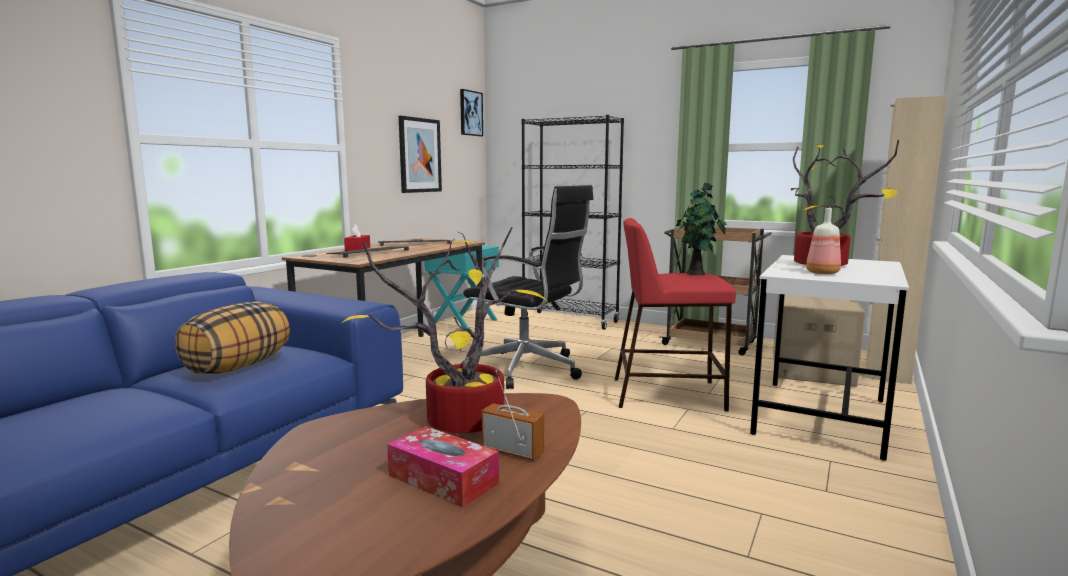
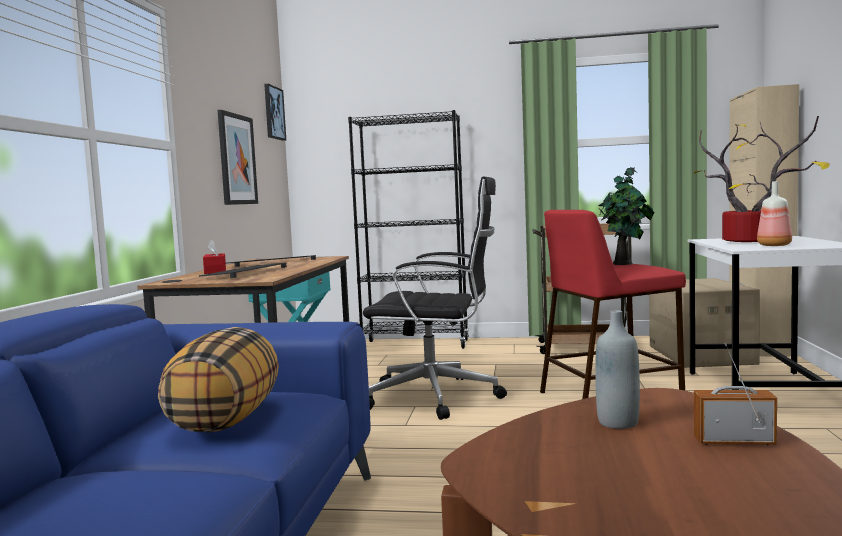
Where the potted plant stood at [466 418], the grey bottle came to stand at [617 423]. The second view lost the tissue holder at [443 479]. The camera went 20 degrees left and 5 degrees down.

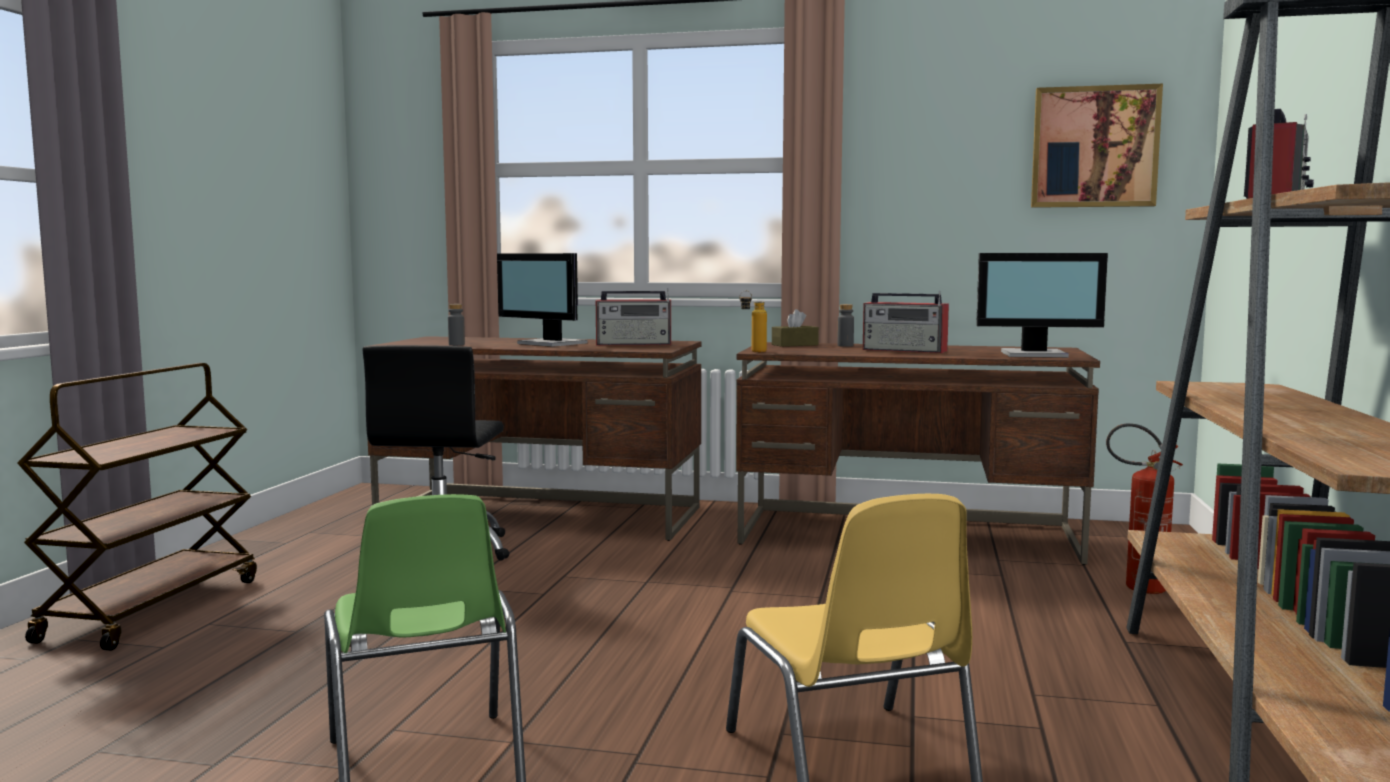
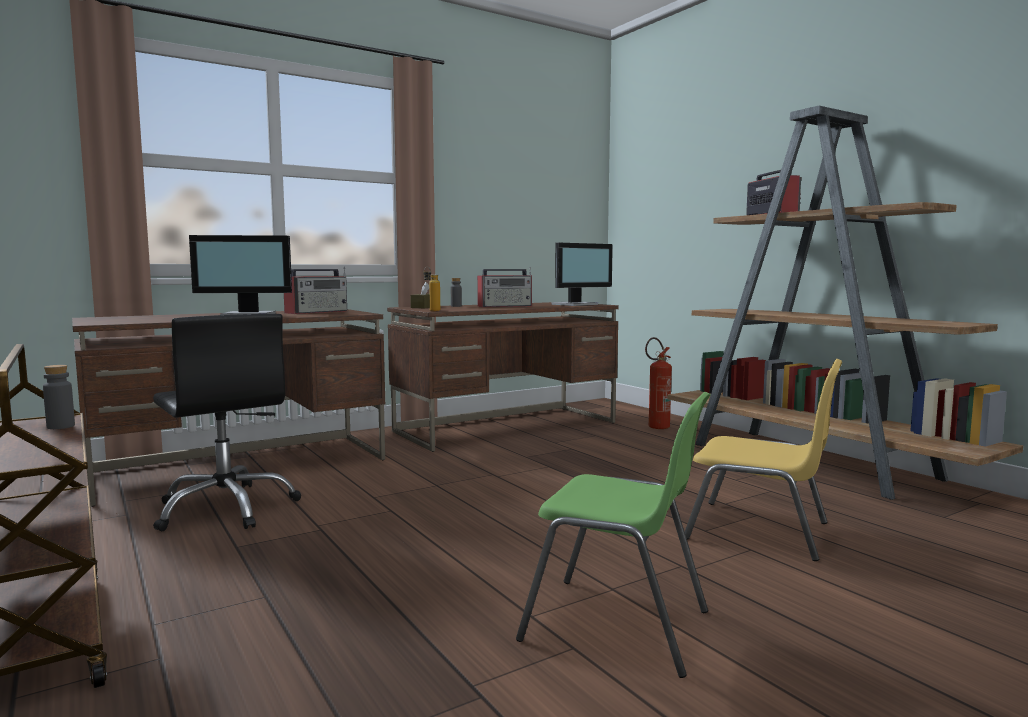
The second view lost the wall art at [1094 147]. The grey bottle ended up elsewhere, having gone from [456 345] to [61 426]. The camera went 45 degrees left and 0 degrees up.

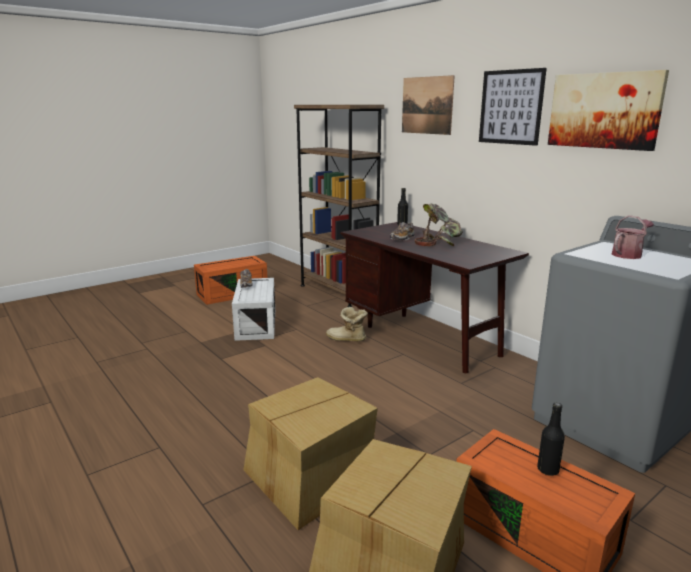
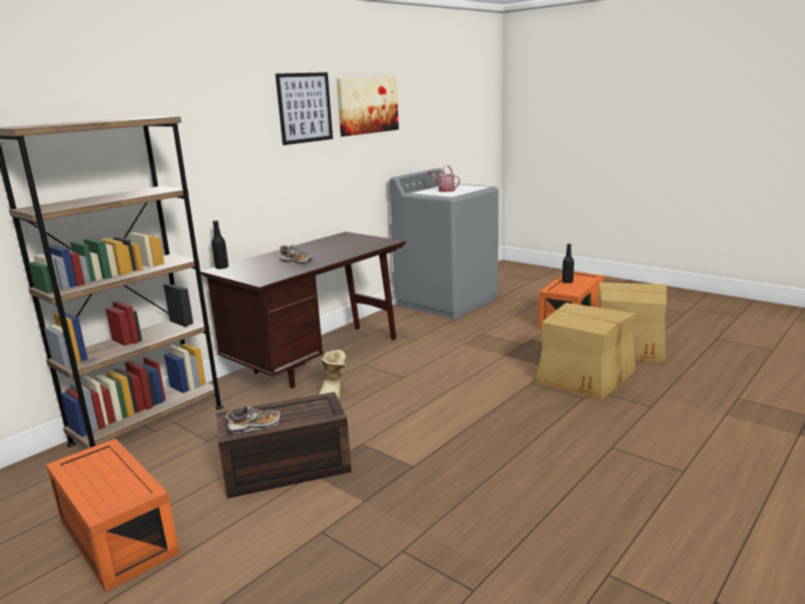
The second view lost the wall art at [427 105]. The second view lost the potted plant at [439 242]. What was the whitish storage bin at [255 324] turned into the brown-coloured storage bin at [285 469]. The camera went 100 degrees left and 0 degrees up.

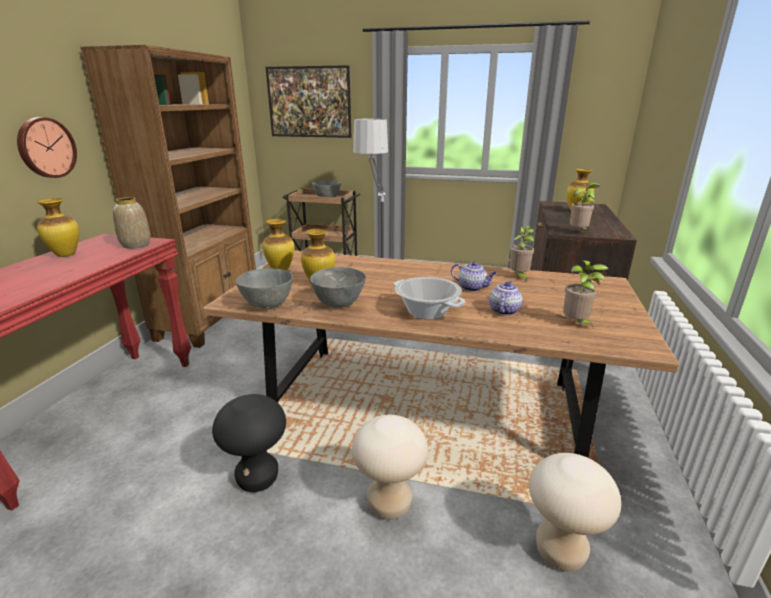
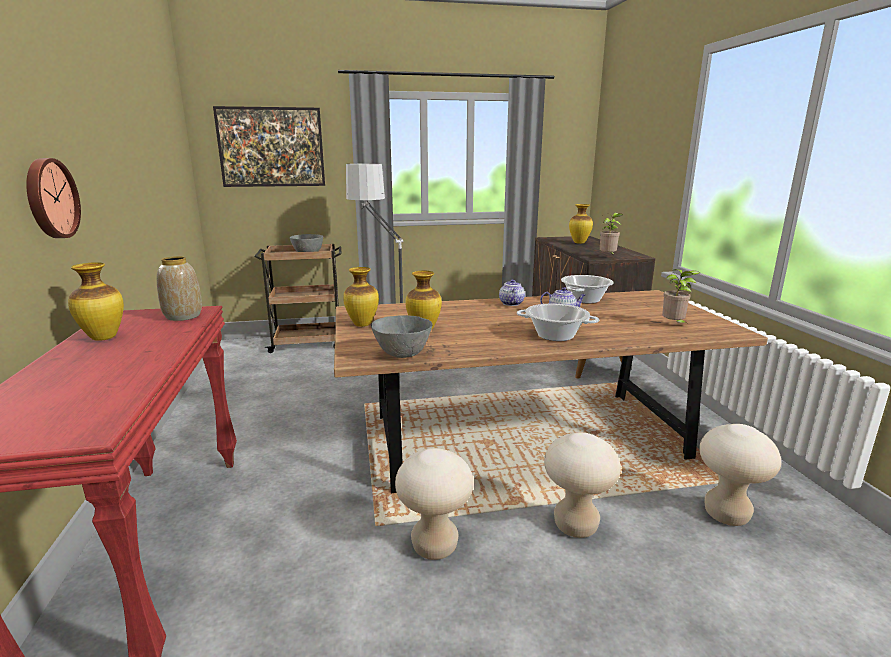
The second view lost the brown-coloured shelving unit at [210 319]. Where the potted plant stood at [519 277], the saucepot came to stand at [585 300]. The second view lost the grey serving bowl at [338 304]. The pot for tea ended up elsewhere, having gone from [503 310] to [511 303]. What was the black sitting stool at [258 479] turned into the sand-coloured sitting stool at [434 546]. The camera went 25 degrees left and 5 degrees down.

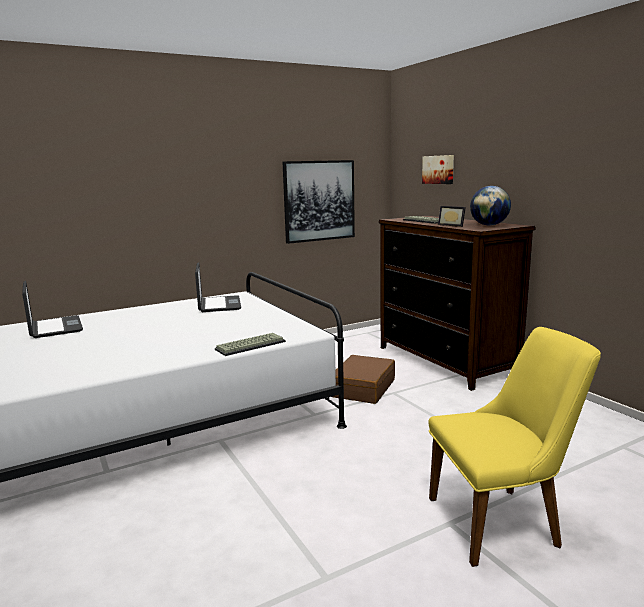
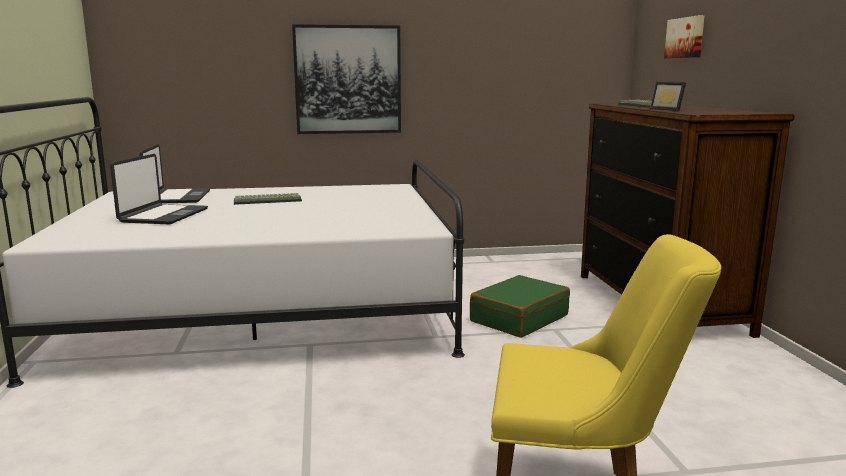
The wall art ended up elsewhere, having gone from [319 201] to [348 80]. The second view lost the globe at [489 225]. The notebook computer ended up elsewhere, having gone from [218 305] to [163 216]. The computer keyboard ended up elsewhere, having gone from [250 345] to [268 200]. What was the brown-coloured suitcase at [362 388] turned into the green-coloured suitcase at [519 318]. The camera went 20 degrees right and 0 degrees up.

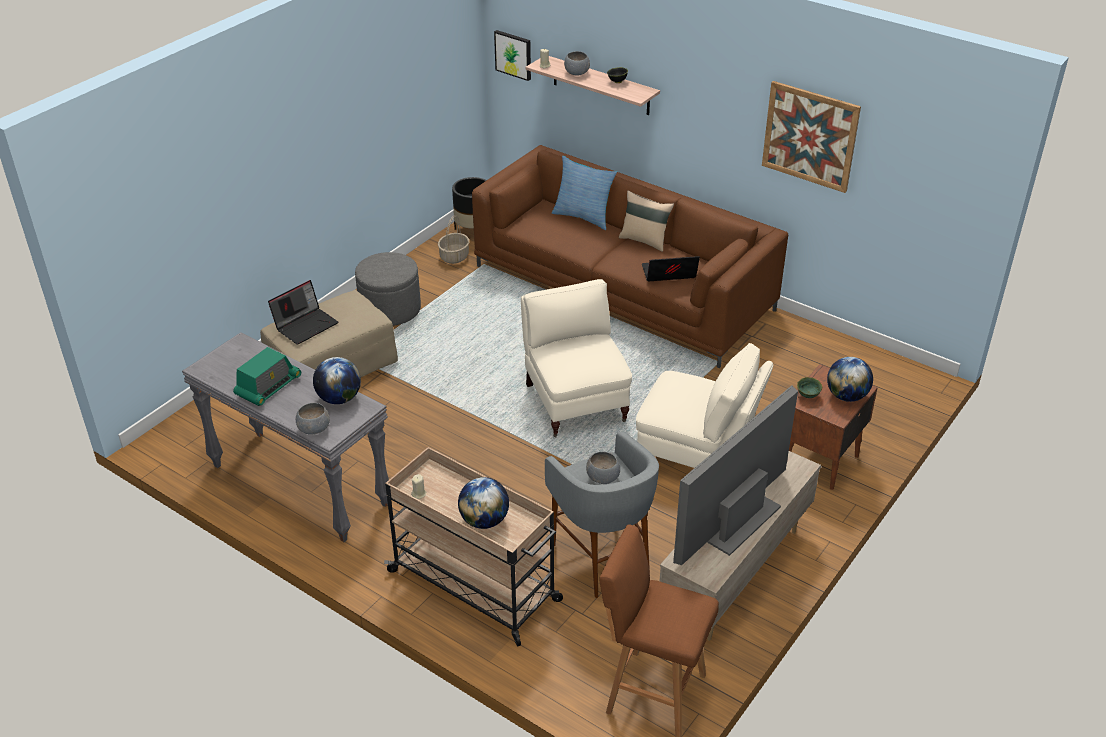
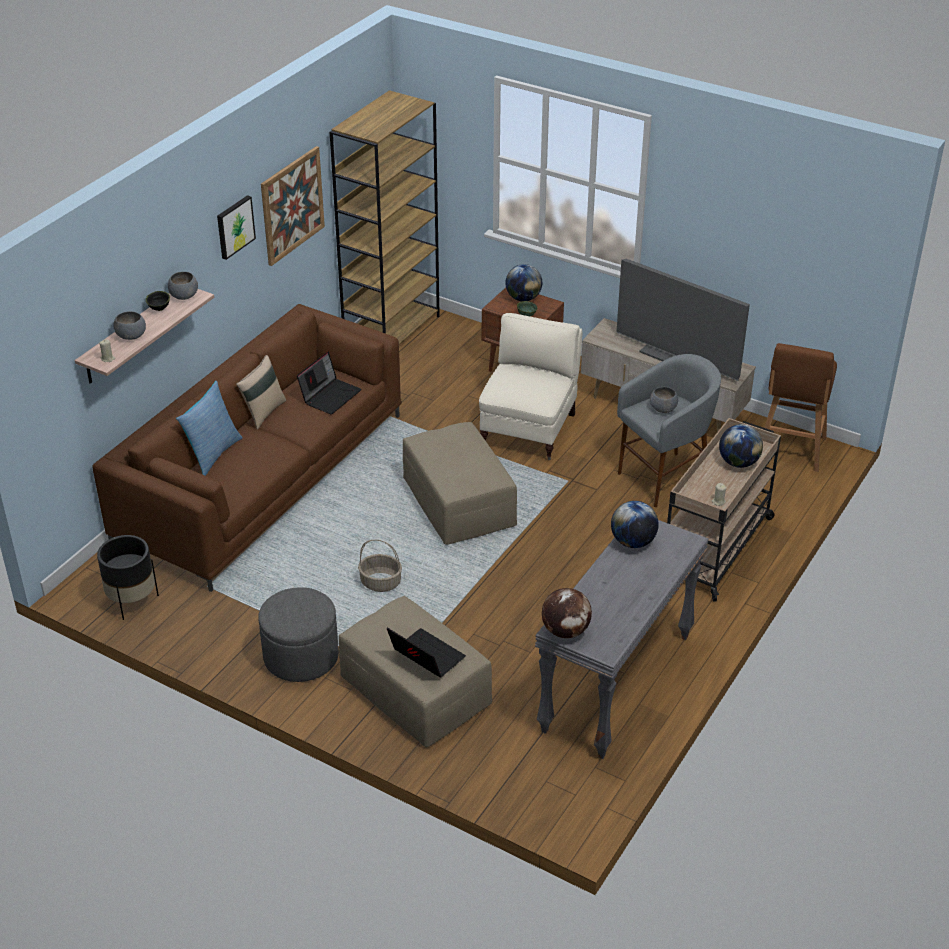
The wall art ended up elsewhere, having gone from [513 54] to [234 226]. The basket ended up elsewhere, having gone from [454 256] to [380 583]. The notebook computer at [668 274] ended up facing another way, 135 degrees counterclockwise from before. Where the sand-coloured easy chair stood at [575 401], the sand-coloured pouffe came to stand at [459 502]. The second view lost the radio set at [268 387]. The grey serving bowl ended up elsewhere, having gone from [313 428] to [183 296]. The second view gained the brown-coloured shelving unit at [392 332]. The second view gained the globe at [566 631]. The camera went 95 degrees left and 0 degrees up.

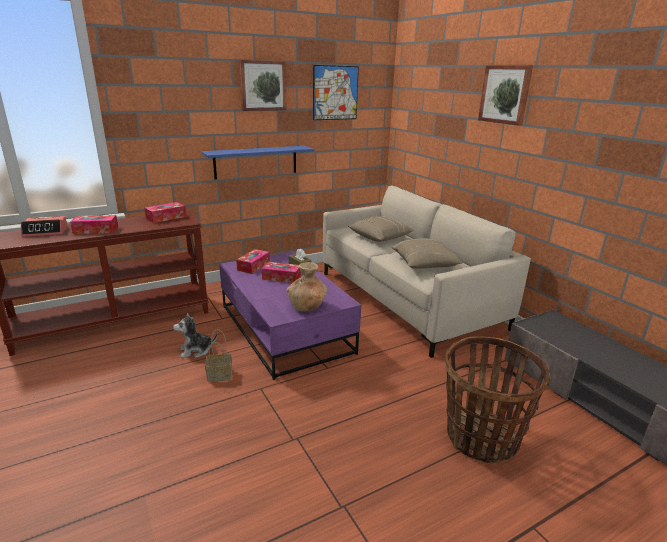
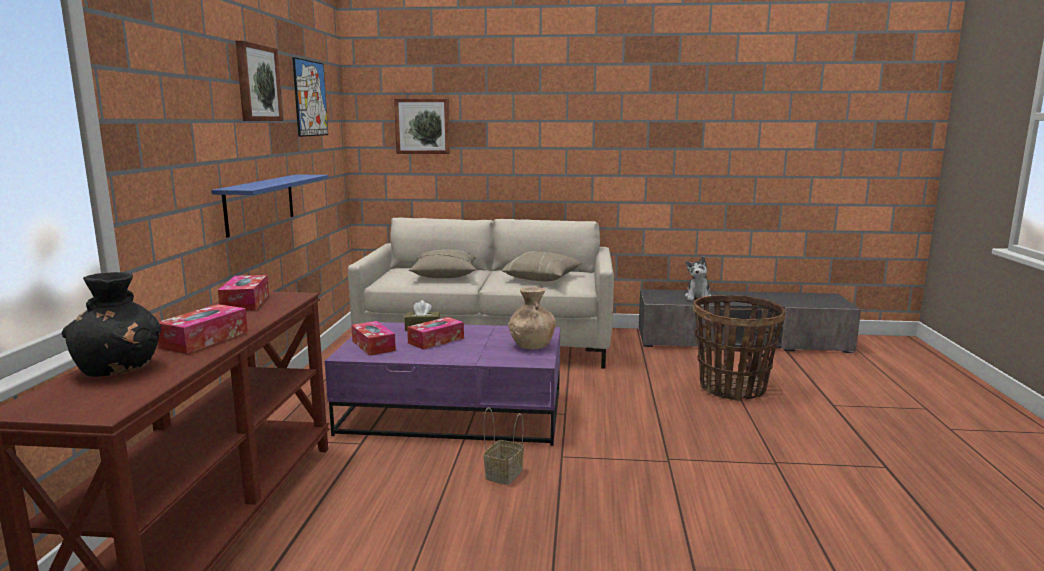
The wall art ended up elsewhere, having gone from [505 94] to [423 126]. Where the table clock stood at [46 232], the black decorative vase came to stand at [119 369]. The soft toy ended up elsewhere, having gone from [196 351] to [698 297]. The camera went 55 degrees left and 10 degrees down.

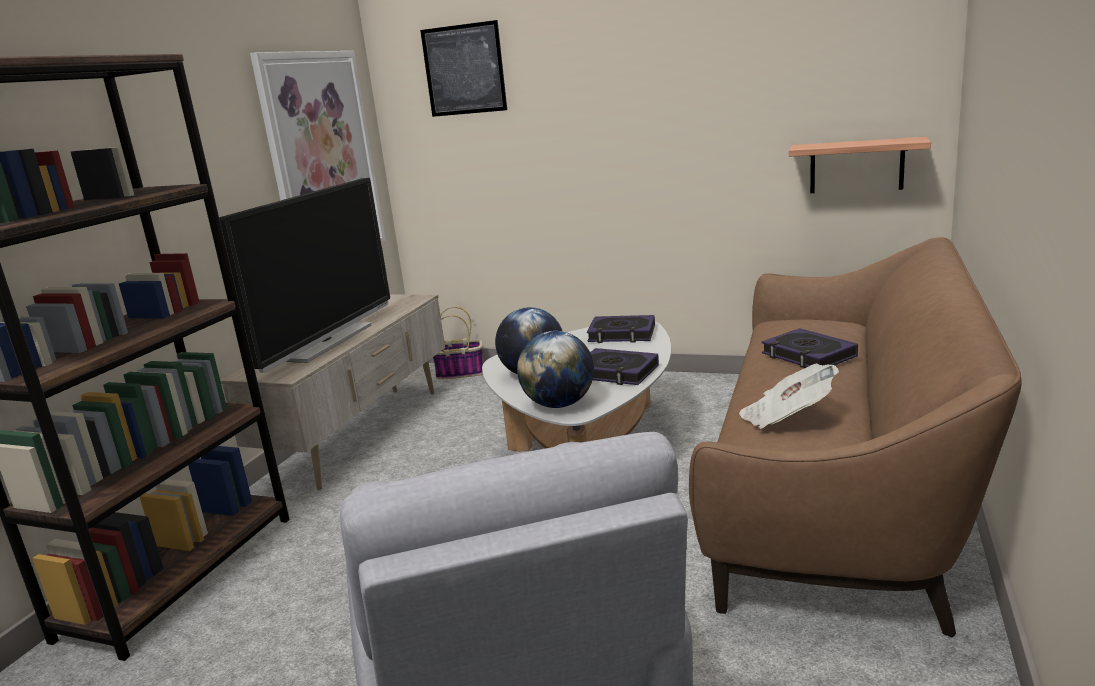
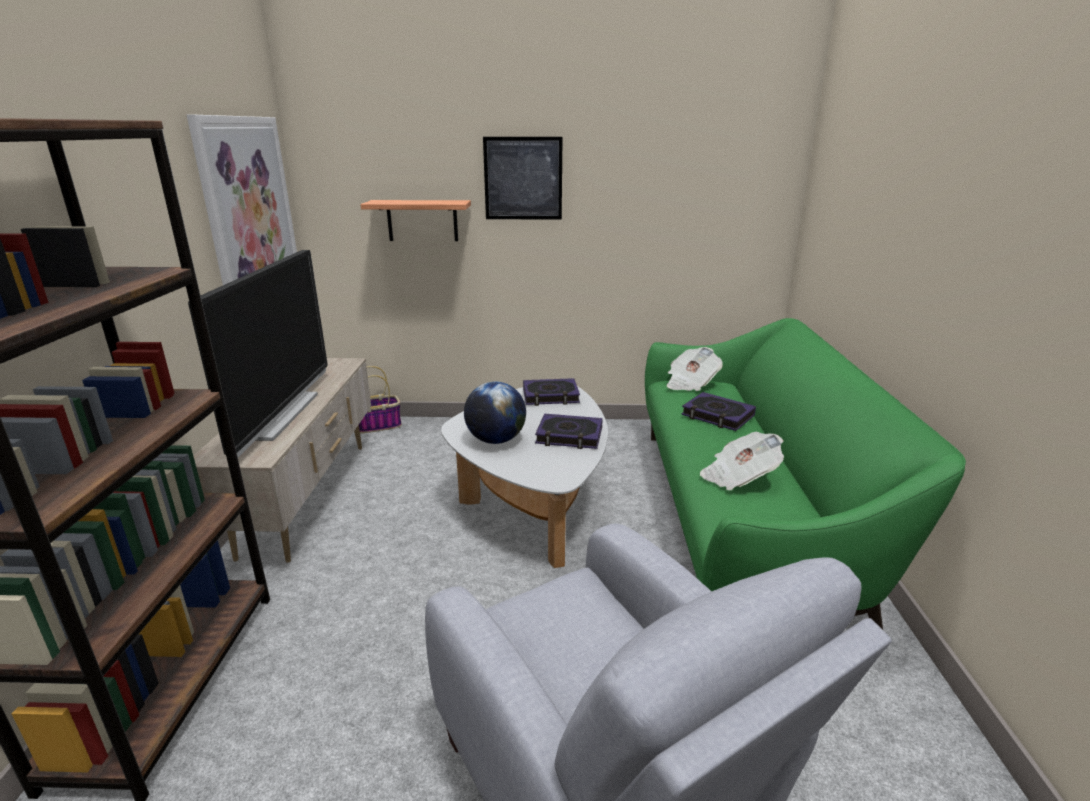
The wall art ended up elsewhere, having gone from [464 70] to [523 178]. The bracket shelf ended up elsewhere, having gone from [856 166] to [422 220]. What was the brown-coloured sofa at [840 486] turned into the green-coloured sofa at [744 518]. The second view lost the globe at [559 404]. The second view gained the daily paper at [690 383]. The camera went 20 degrees left and 5 degrees up.

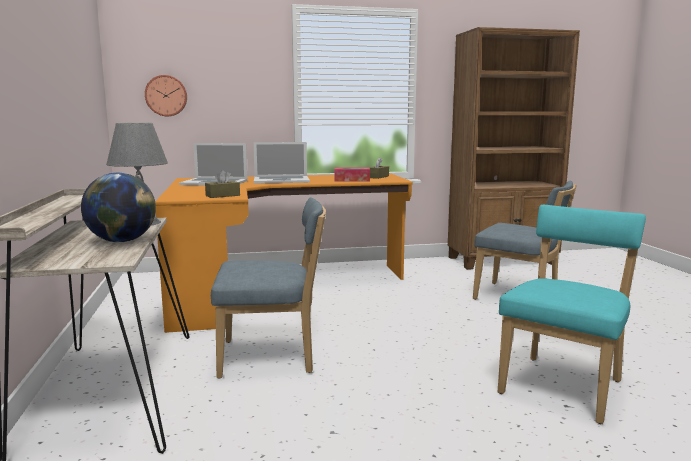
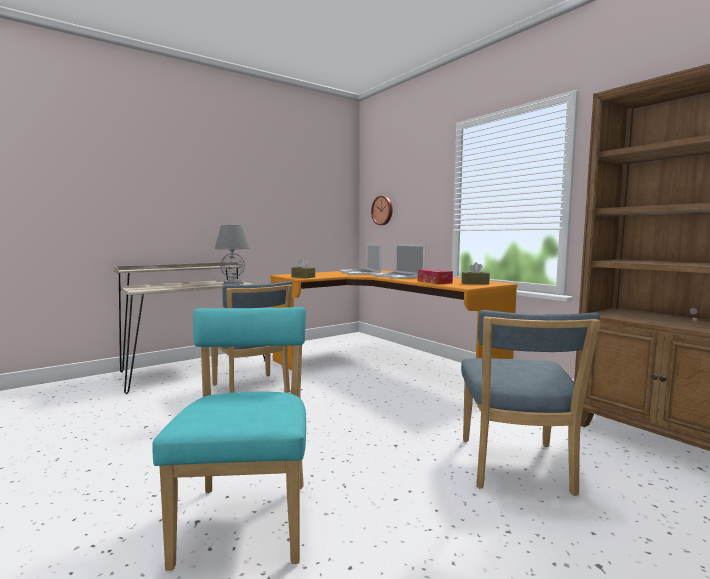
The second view lost the globe at [122 241]. The blue-green plain chair at [563 385] ended up facing another way, 105 degrees counterclockwise from before. The camera went 65 degrees right and 5 degrees down.

